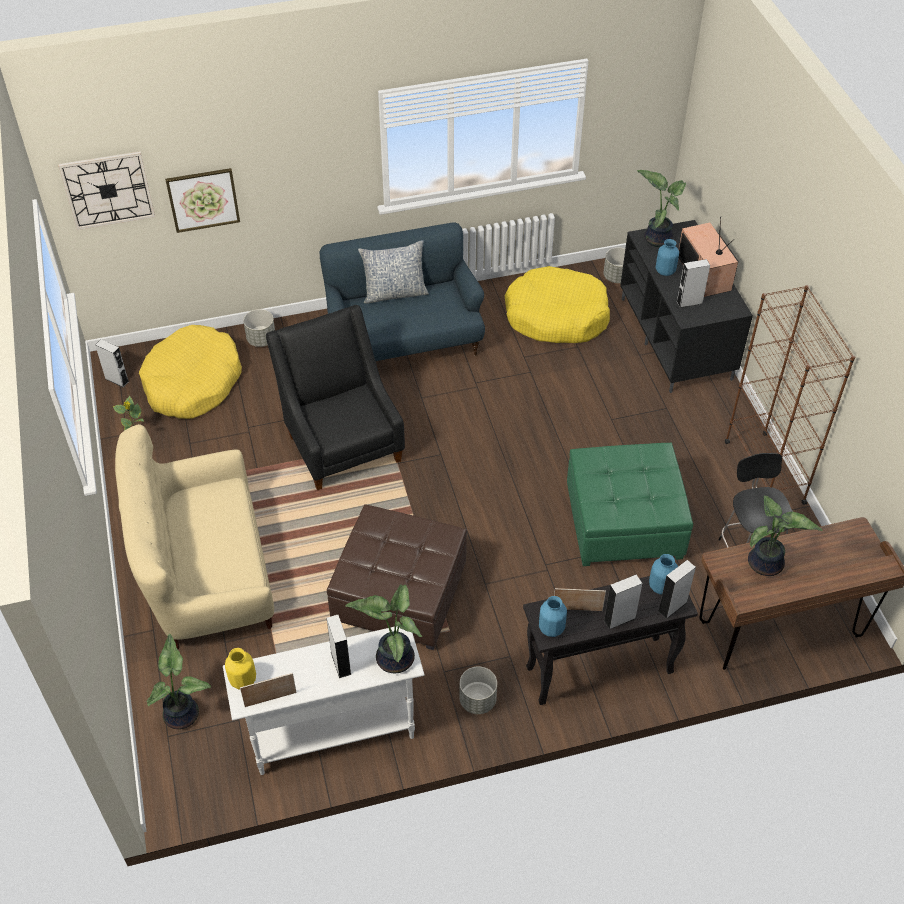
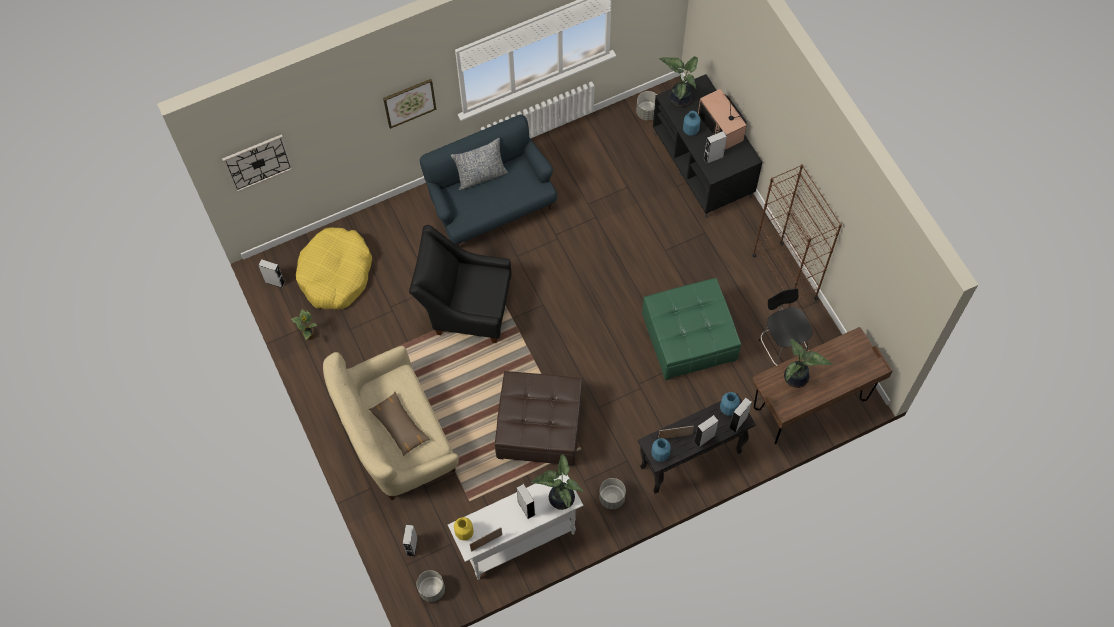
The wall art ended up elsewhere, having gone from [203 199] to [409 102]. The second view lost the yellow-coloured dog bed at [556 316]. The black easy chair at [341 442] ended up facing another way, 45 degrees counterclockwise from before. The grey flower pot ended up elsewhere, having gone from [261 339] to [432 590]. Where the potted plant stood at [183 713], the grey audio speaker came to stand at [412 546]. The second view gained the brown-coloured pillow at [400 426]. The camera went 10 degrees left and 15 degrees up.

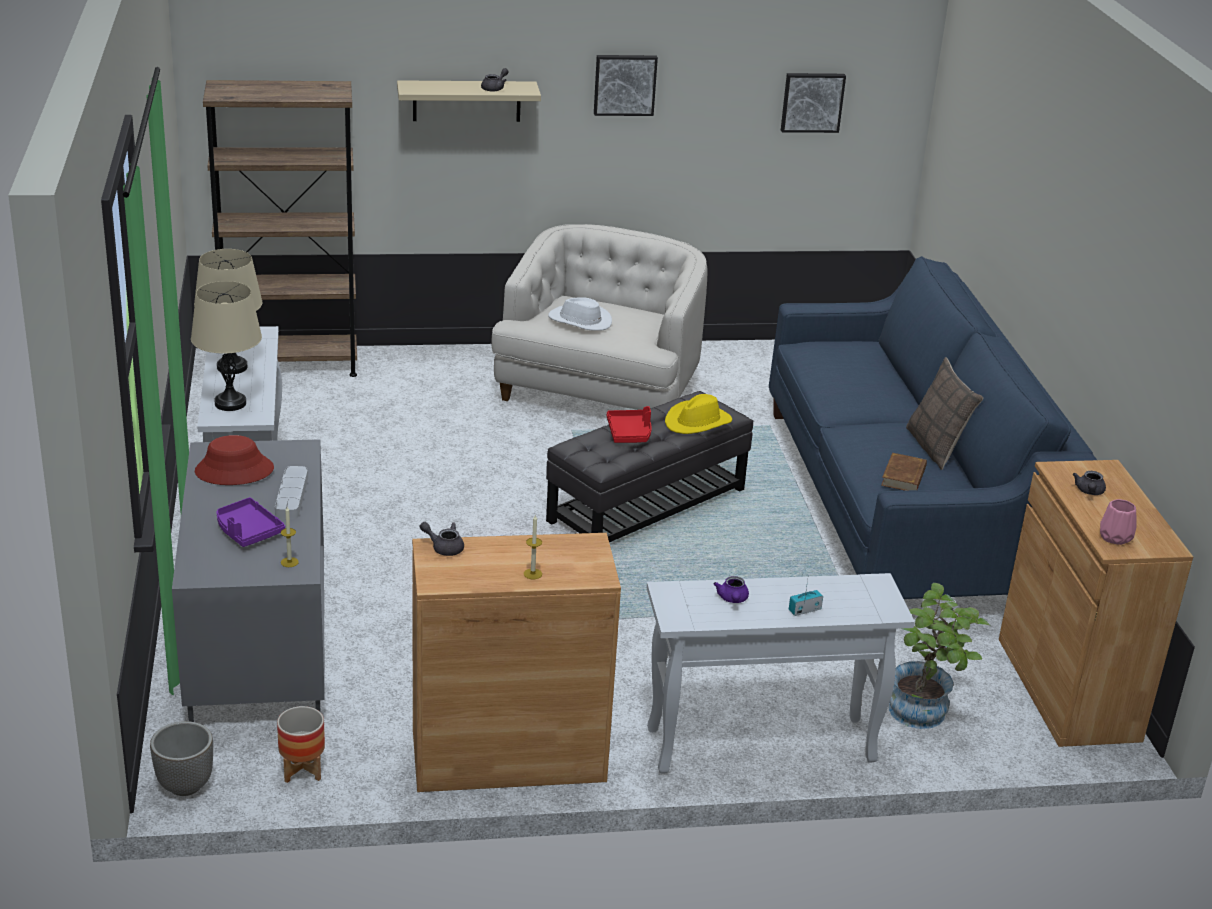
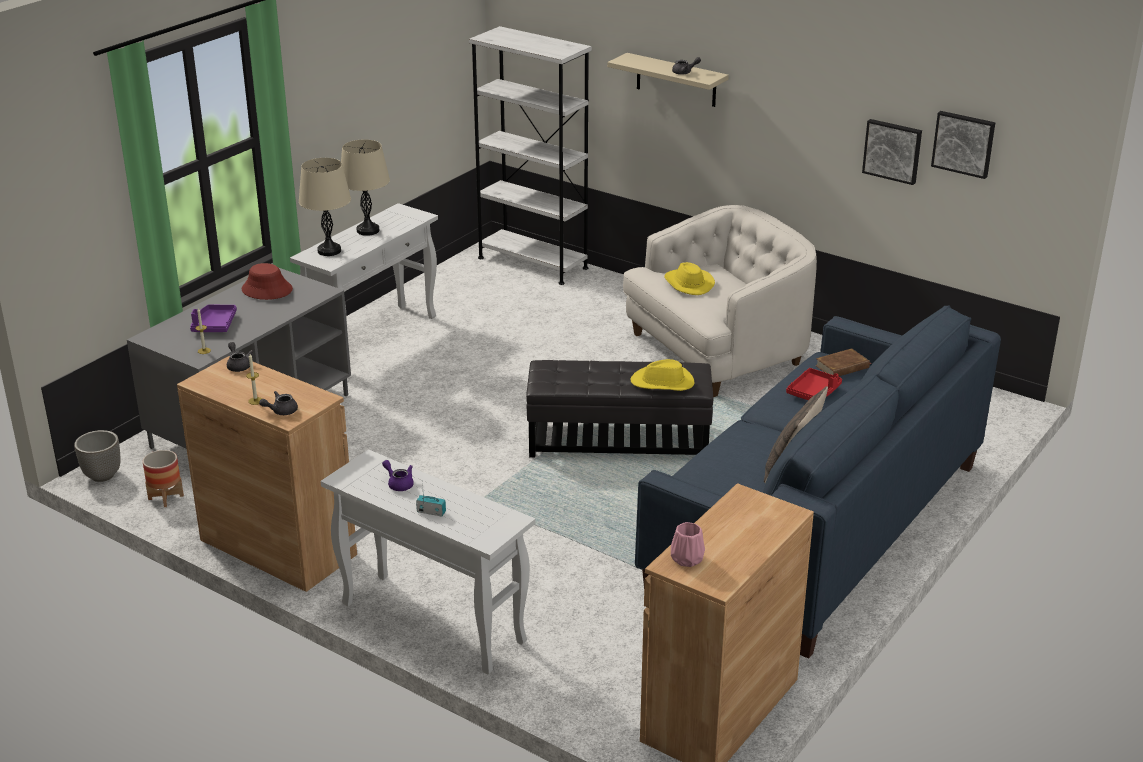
The wall art ended up elsewhere, having gone from [624 84] to [893 150]. What was the brown-coloured shelving unit at [290 364] turned into the whitish shelving unit at [532 263]. What was the whitish clothing hat at [580 321] turned into the yellow-coloured clothing hat at [688 283]. The reddish serving tray ended up elsewhere, having gone from [630 433] to [813 392]. The brown-coloured book ended up elsewhere, having gone from [904 476] to [842 367]. The second view lost the grey serving tray at [292 496]. The grey pot for tea ended up elsewhere, having gone from [1089 492] to [281 411]. The purplish pot for tea at [732 599] ended up facing another way, 90 degrees clockwise from before. The second view lost the potted plant at [925 715]. The camera went 45 degrees right and 0 degrees up.

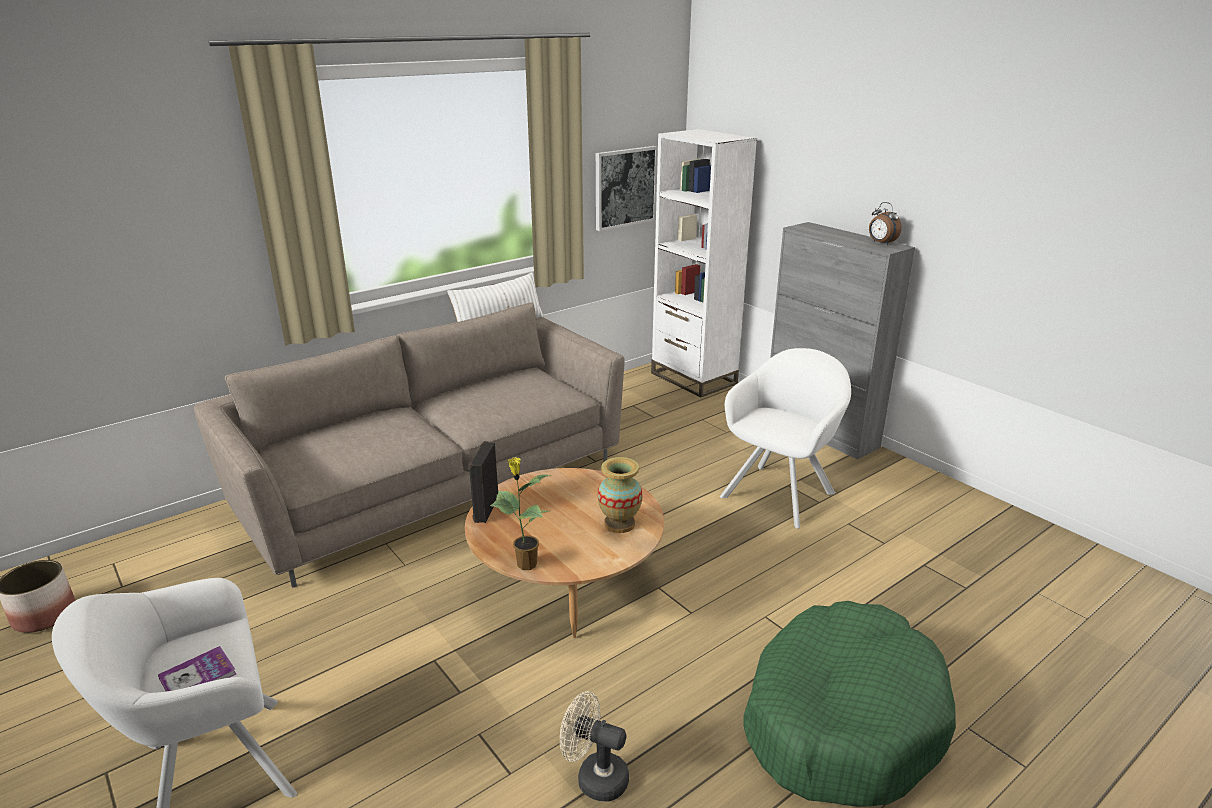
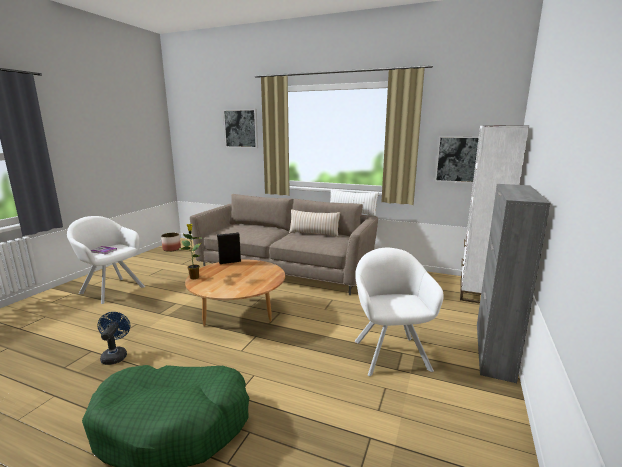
The second view lost the table clock at [881 243]. The whitish easy chair at [781 492] ended up facing another way, 105 degrees counterclockwise from before. The second view lost the decorative vase at [619 524]. What was the sand-coloured electric fan at [594 777] turned into the blue electric fan at [115 355]. The second view gained the wall art at [241 128]. The second view gained the sand-coloured pillow at [314 234]. The camera went 60 degrees right and 10 degrees down.

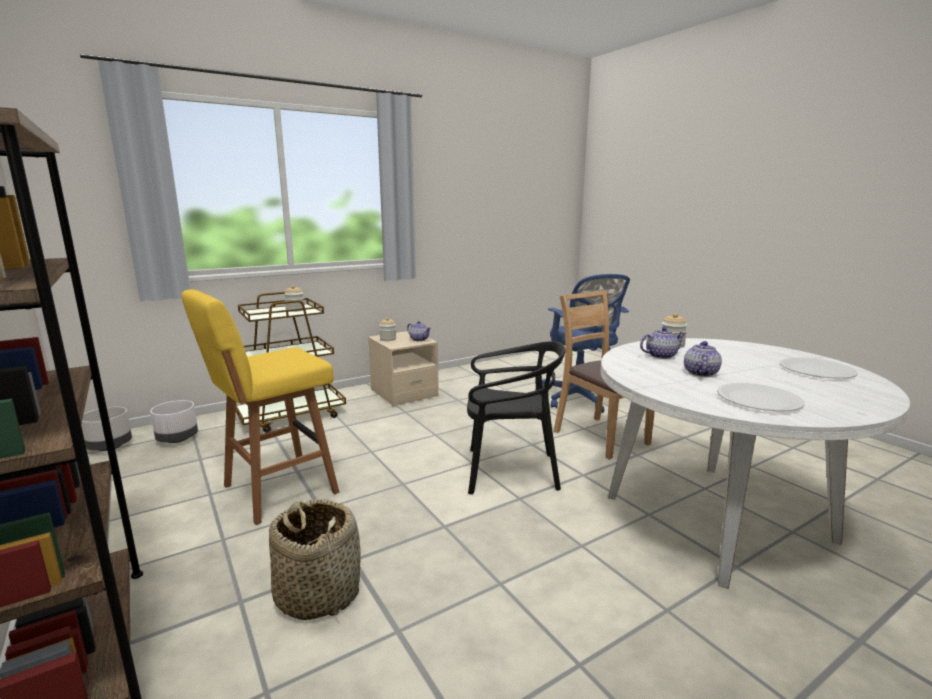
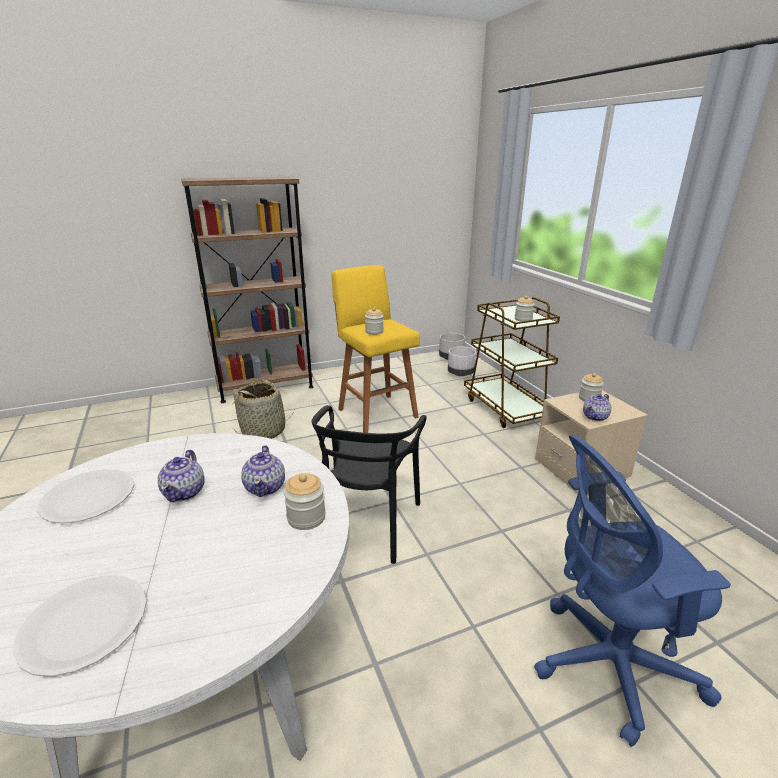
The second view lost the brown-coloured plain chair at [600 437]. The pot for tea at [700 373] ended up facing another way, 60 degrees clockwise from before. The second view gained the jar at [374 332]. The camera went 100 degrees right and 10 degrees up.

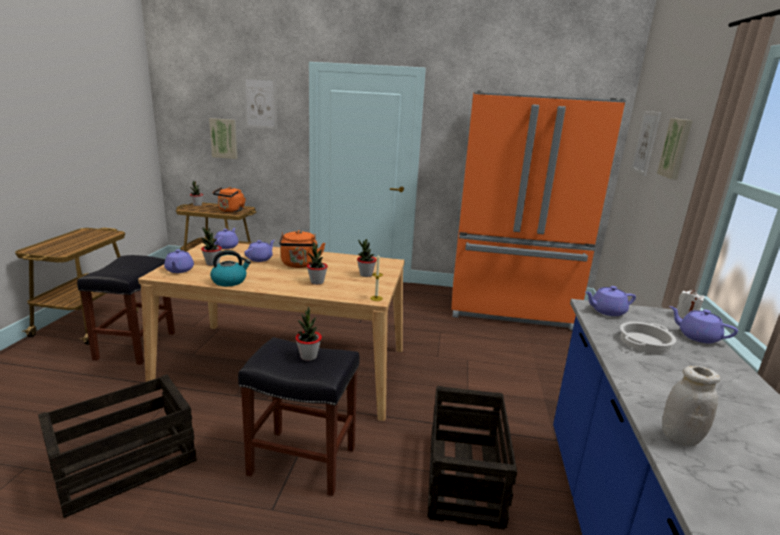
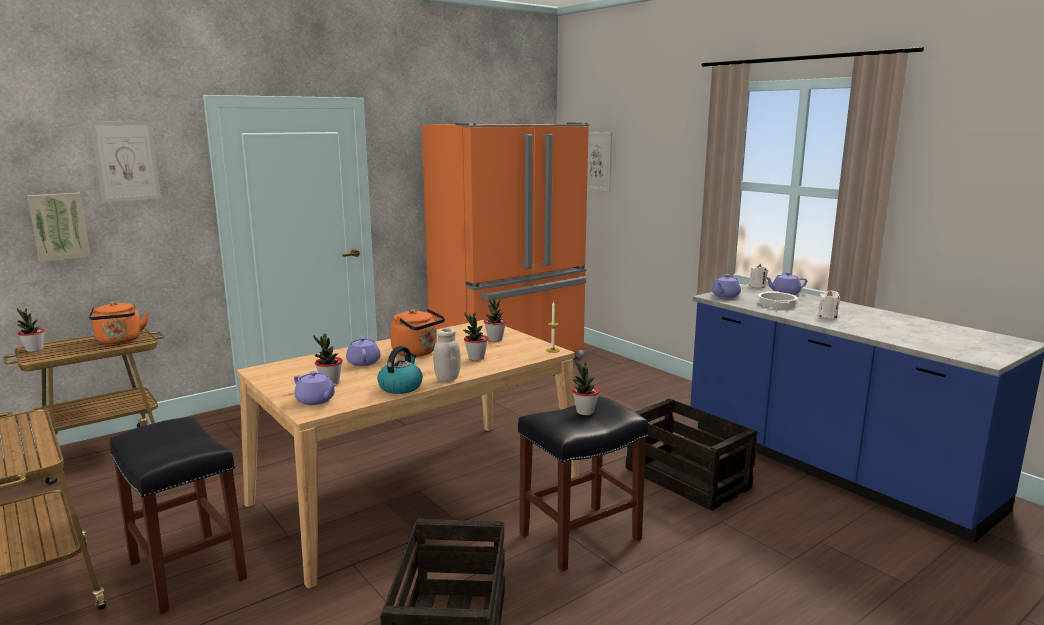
The second view lost the wall art at [676 148]. The second view lost the purplish pot for tea at [227 246]. The whitish jar ended up elsewhere, having gone from [680 437] to [447 379]. The second view gained the whitish candle at [827 316]. The camera went 45 degrees left and 5 degrees down.

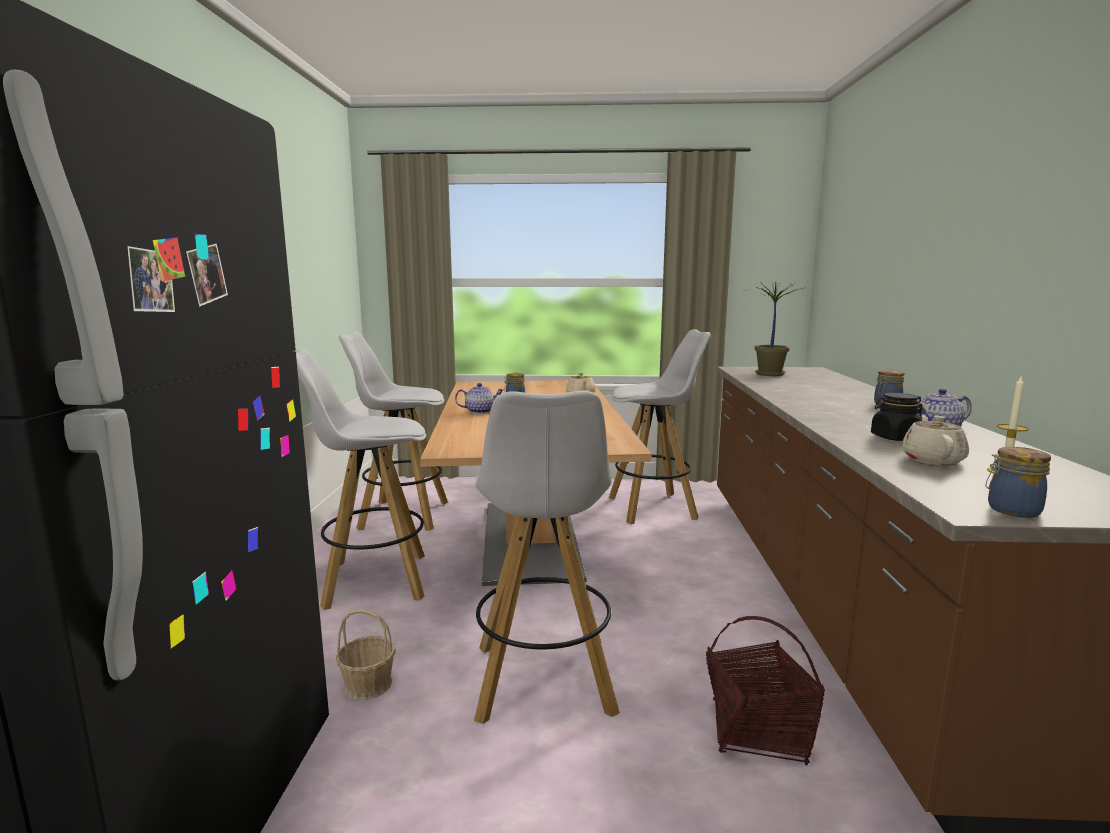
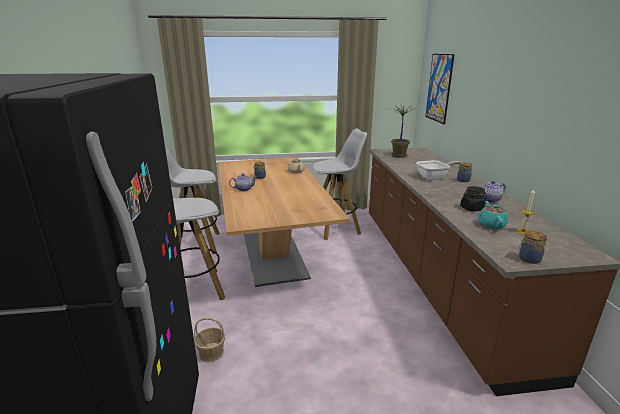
The second view lost the whitish sitting stool at [544 682]. What was the sand-coloured pot for tea at [932 459] turned into the blue-green pot for tea at [491 225]. The second view lost the basket at [758 731]. The second view gained the wall art at [439 88]. The second view gained the pan at [434 177]. The camera went 10 degrees left and 10 degrees up.

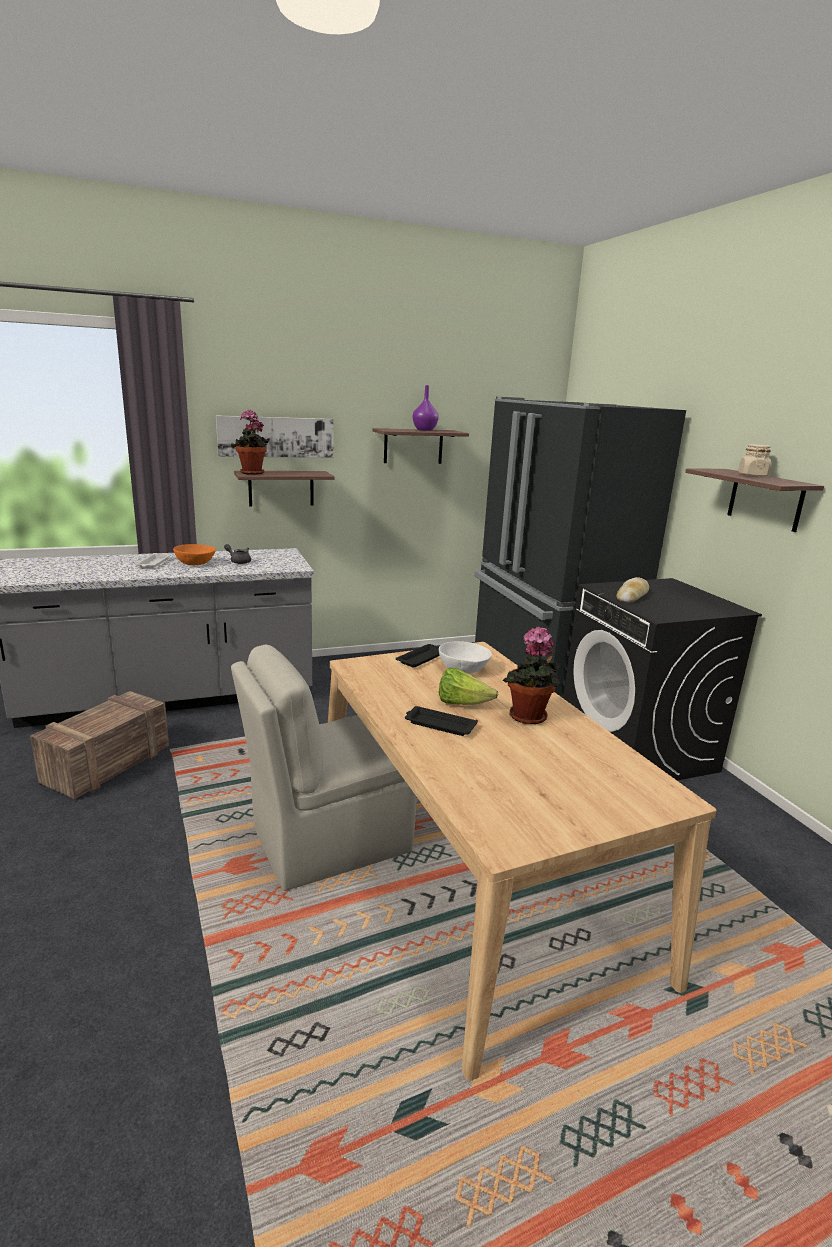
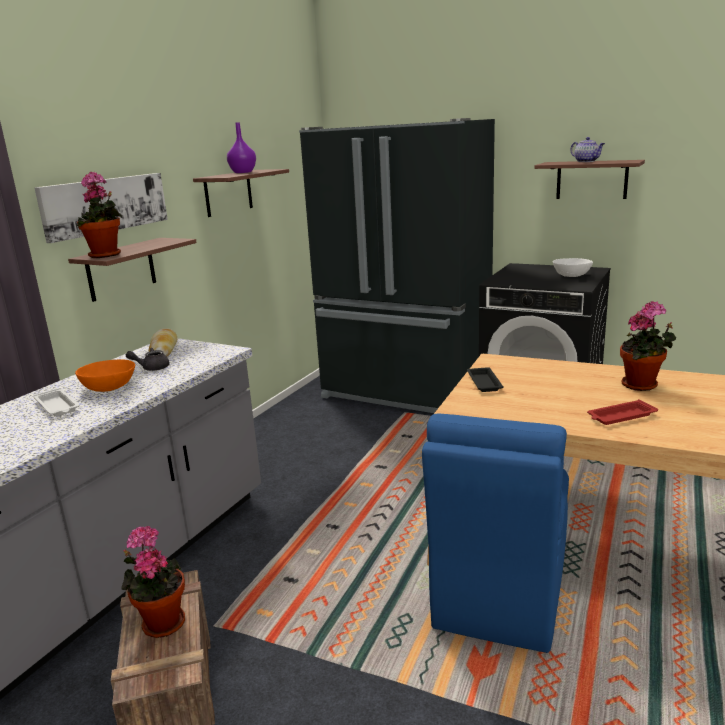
Where the sand-coloured jar stood at [752 475], the pot for tea came to stand at [587 161]. The bread ended up elsewhere, having gone from [632 596] to [164 349]. The whitish serving bowl ended up elsewhere, having gone from [463 669] to [571 275]. What was the sand-coloured plain chair at [327 840] turned into the blue plain chair at [498 595]. The second view lost the lettuce at [462 704]. What was the black serving tray at [439 725] turned into the reddish serving tray at [620 416]. The second view gained the potted plant at [161 622]. The camera went 40 degrees left and 0 degrees up.

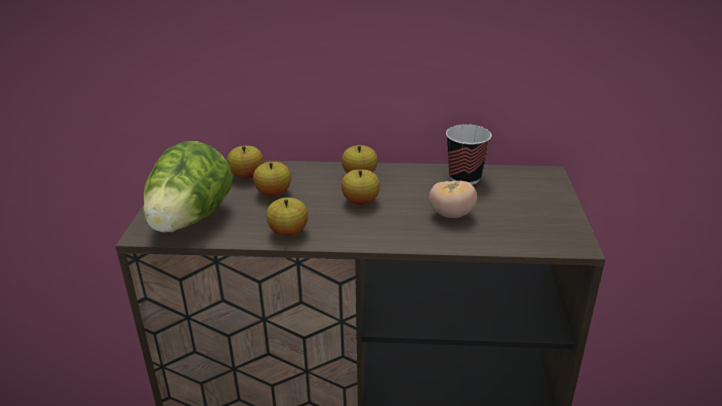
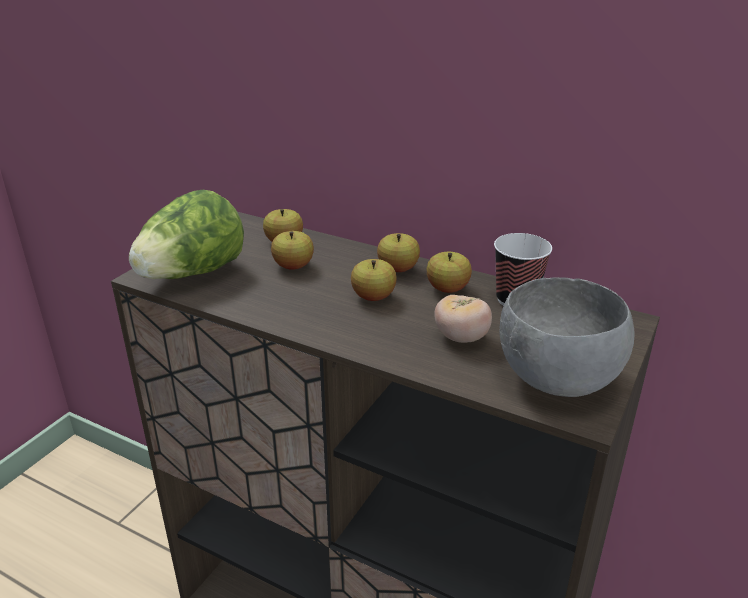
The apple fruit ended up elsewhere, having gone from [288 232] to [447 289]. The second view gained the grey serving bowl at [555 380]. The camera went 25 degrees right and 0 degrees up.

